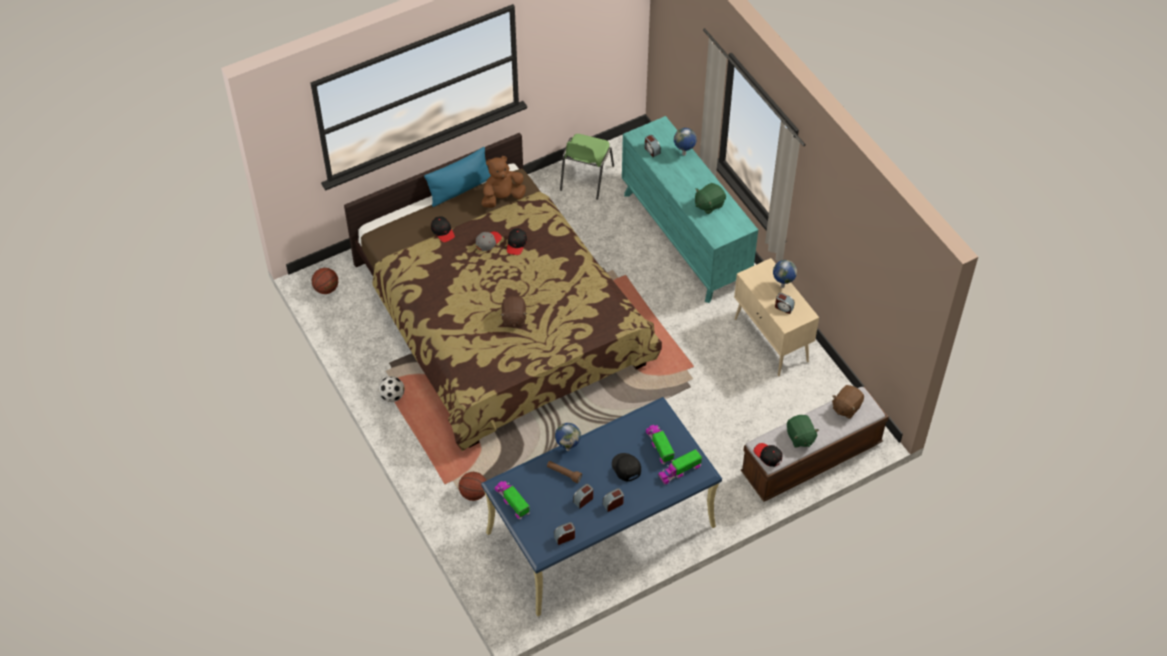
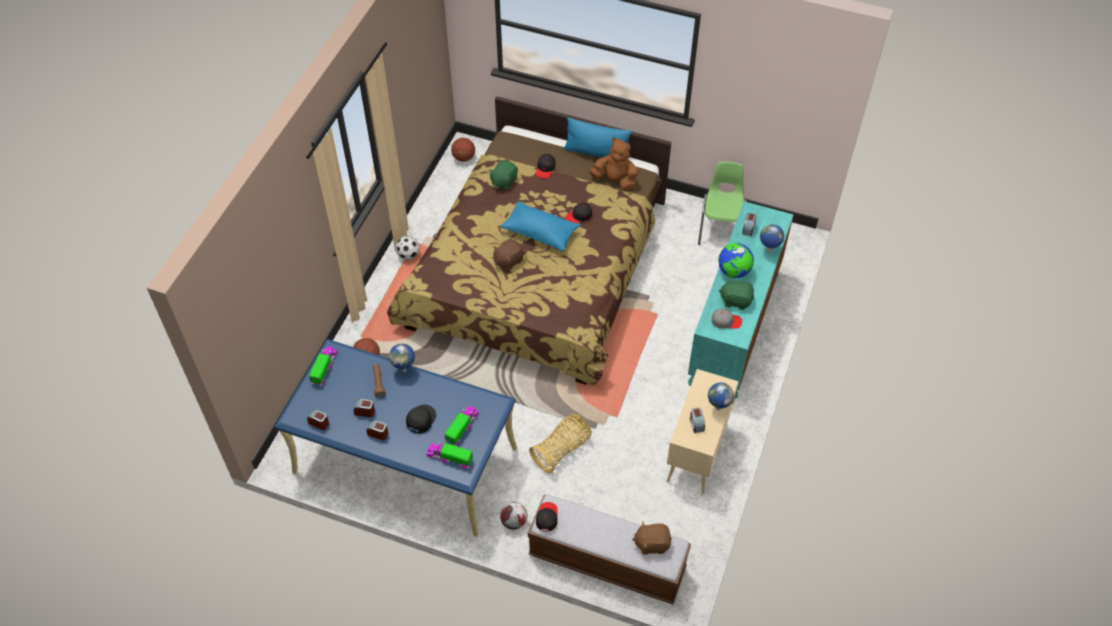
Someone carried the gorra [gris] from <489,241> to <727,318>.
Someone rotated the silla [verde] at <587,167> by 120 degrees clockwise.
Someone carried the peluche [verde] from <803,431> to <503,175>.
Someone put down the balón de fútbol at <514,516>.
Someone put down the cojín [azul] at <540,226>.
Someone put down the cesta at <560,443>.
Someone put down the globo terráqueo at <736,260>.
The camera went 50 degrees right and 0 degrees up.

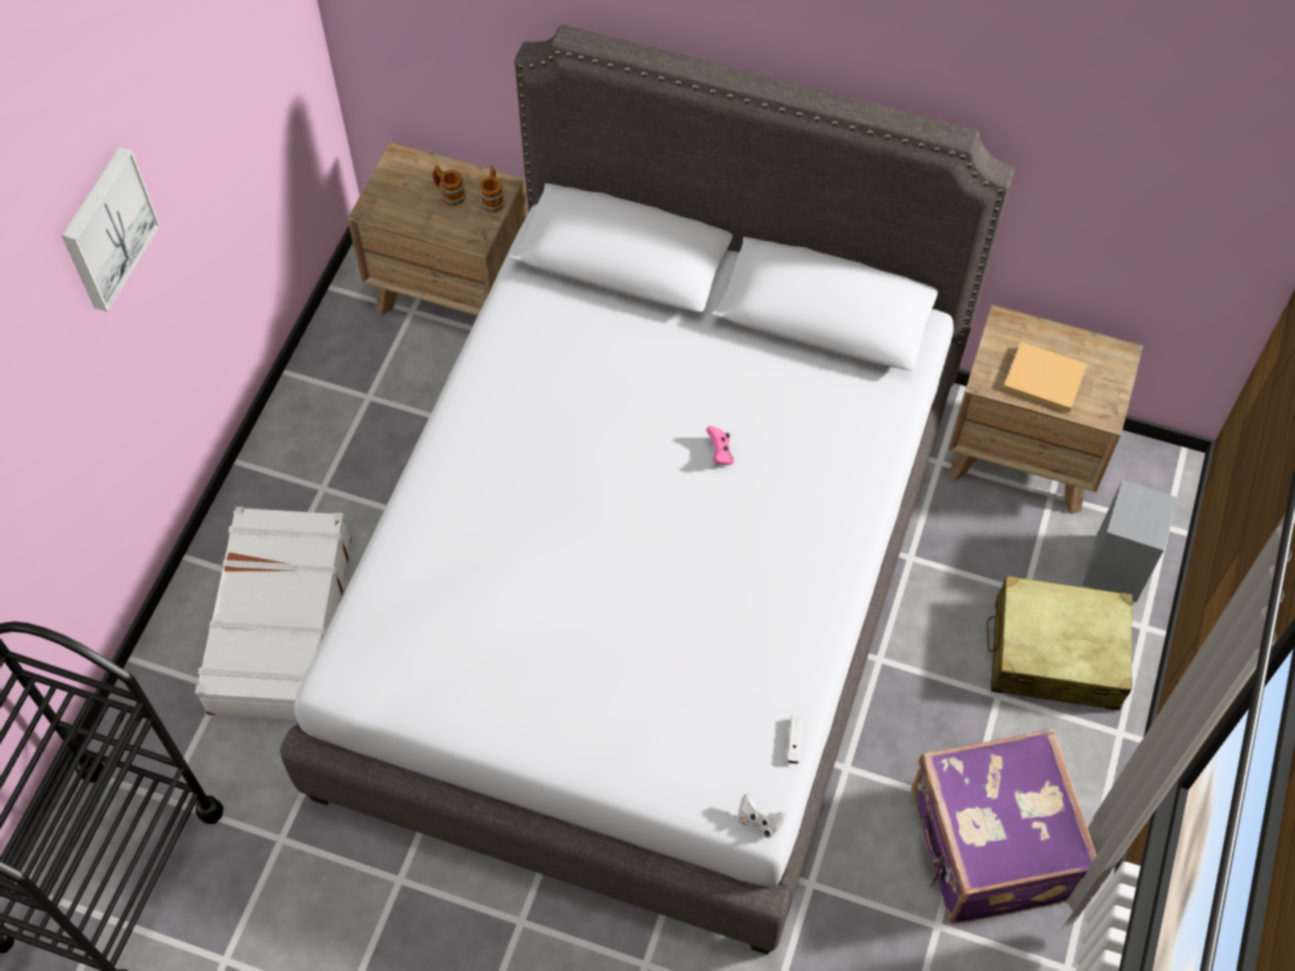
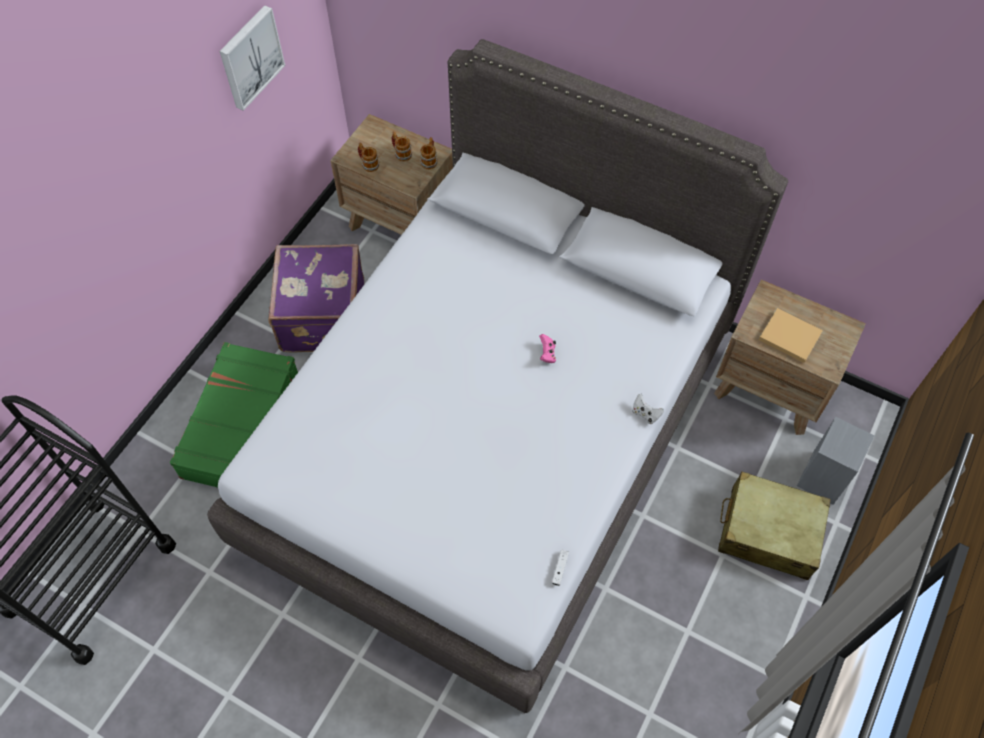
Someone carried the cuadro from <111,229> to <252,58>.
Someone repainted the maleta [blanco] at <273,613>, which became the maleta [verde] at <234,414>.
Someone carried the mando de consola [blanco] from <762,815> to <648,409>.
Someone carried the maleta [morado] from <1004,826> to <316,298>.
Someone put down the taza grande at <368,157>.
The camera went 10 degrees right and 0 degrees up.

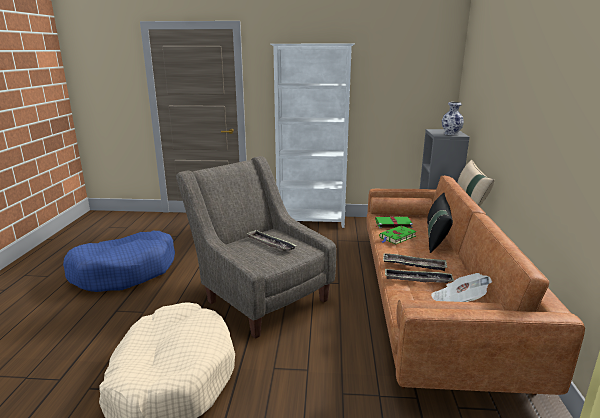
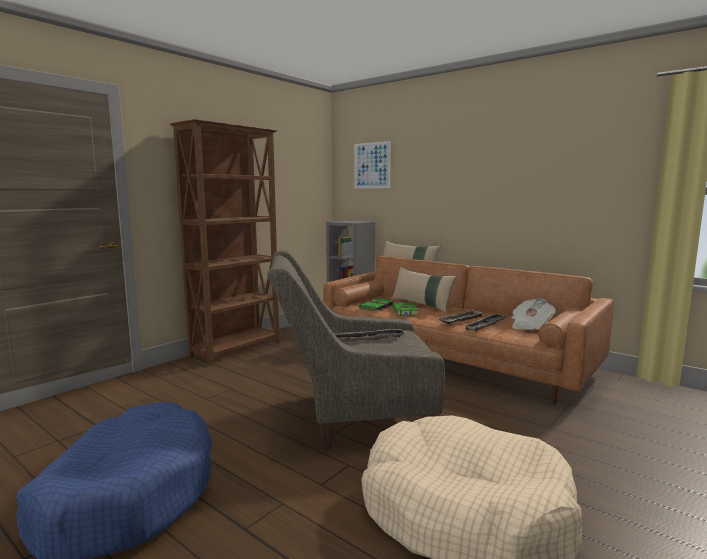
Someone repainted the estantería [blanco] at <312,136>, which became the estantería [marrón] at <225,242>.
Someone repainted the cojín [negro] at <440,223>, which became the cojín [beis] at <424,289>.
Someone took away the florero at <453,118>.
Someone put up the cuadro at <372,164>.
The camera went 55 degrees left and 10 degrees down.

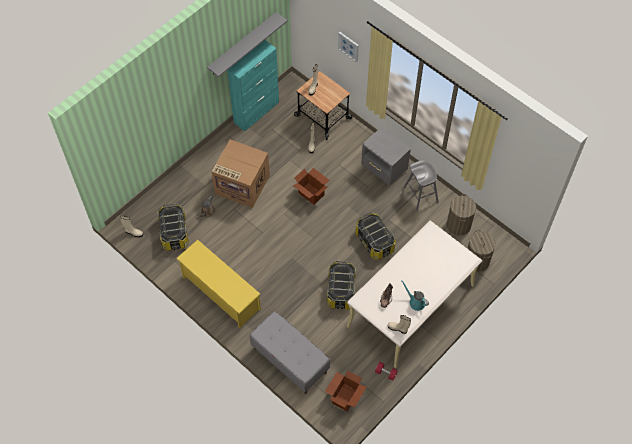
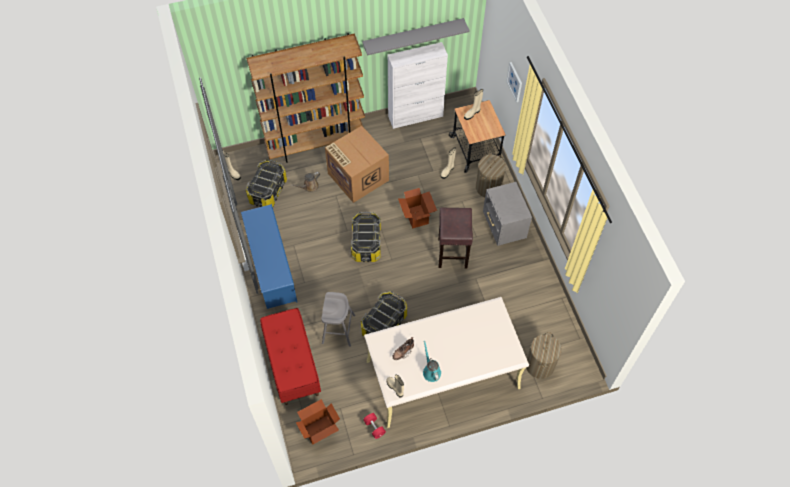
Someone repainted the zapatero [amarillo] at <218,284>, which became the zapatero [azul] at <269,256>.
Someone repainted the armario [turquesa] at <253,85>, which became the armario [blanco] at <418,85>.
Someone repainted the banco [gris] at <290,352>, which became the banco [rojo] at <290,356>.
Someone carried the caja de almacenaje from <375,236> to <366,237>.
Someone carried the taburete [gris] from <420,185> to <338,319>.
Someone carried the cesto de la ropa from <461,215> to <491,176>.
Someone put down the estantería [marrón] at <305,98>.
Someone put down the taburete [marrón] at <455,238>.
The camera went 30 degrees right and 0 degrees up.

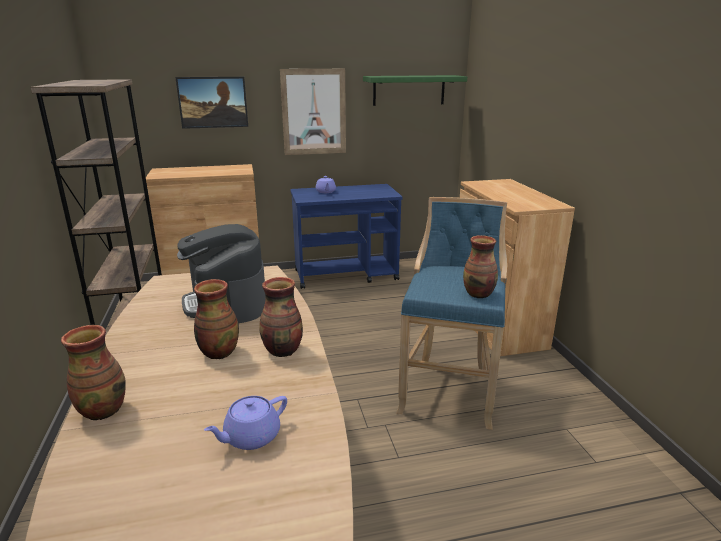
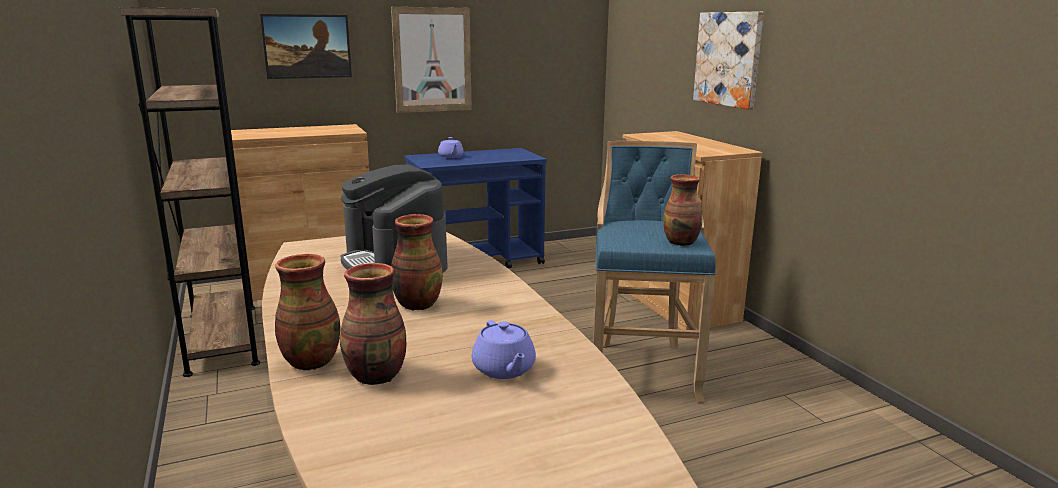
Someone rotated the tetera [morado] at <245,423> by 60 degrees counterclockwise.
Someone carried the florero from <281,317> to <373,324>.
Someone took away the estante [verde] at <415,90>.
Someone put up the cuadro at <728,61>.
The camera went 10 degrees left and 5 degrees down.

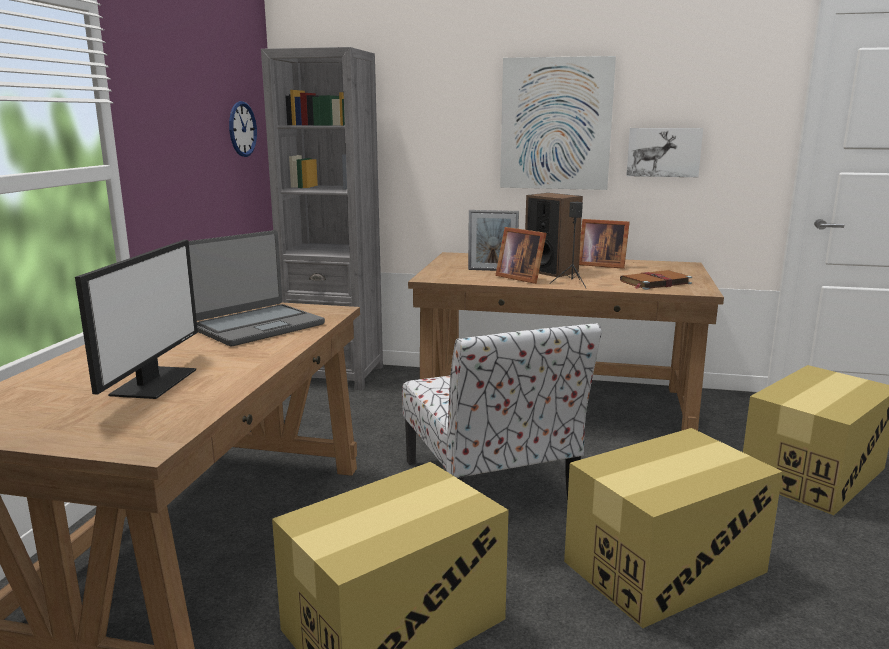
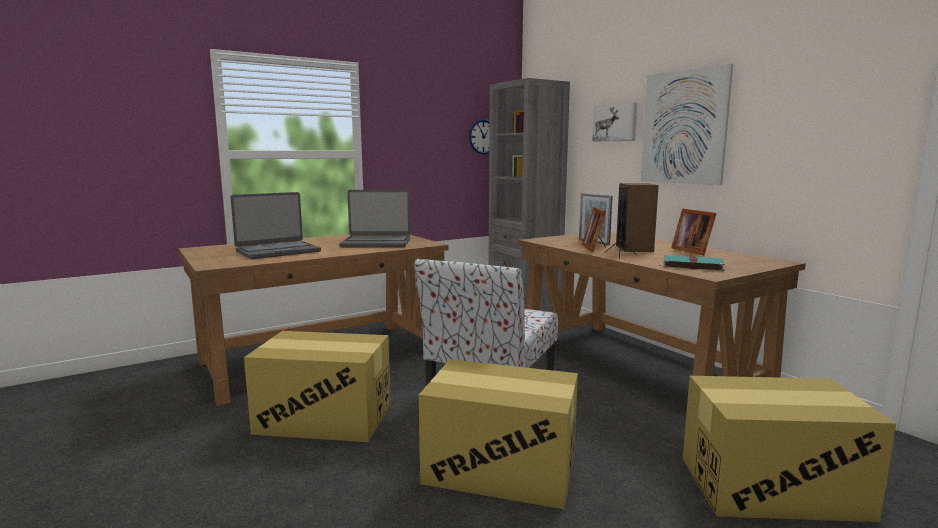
Someone swapped the monitor at <136,319> for the portátil at <275,225>.
Someone repainted the libro [marrón] at <656,280>, which became the libro [turquesa] at <691,263>.
Someone carried the cuadro from <664,152> to <614,122>.
The camera went 45 degrees right and 5 degrees down.

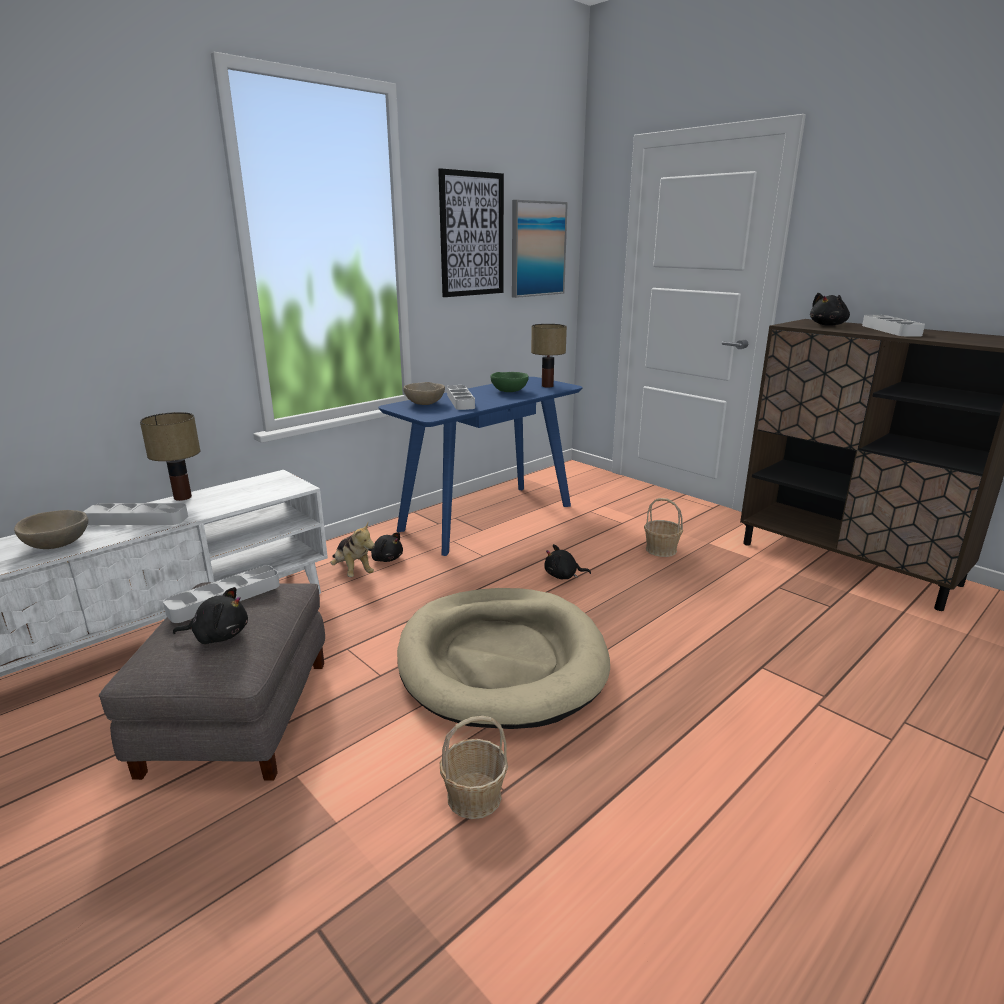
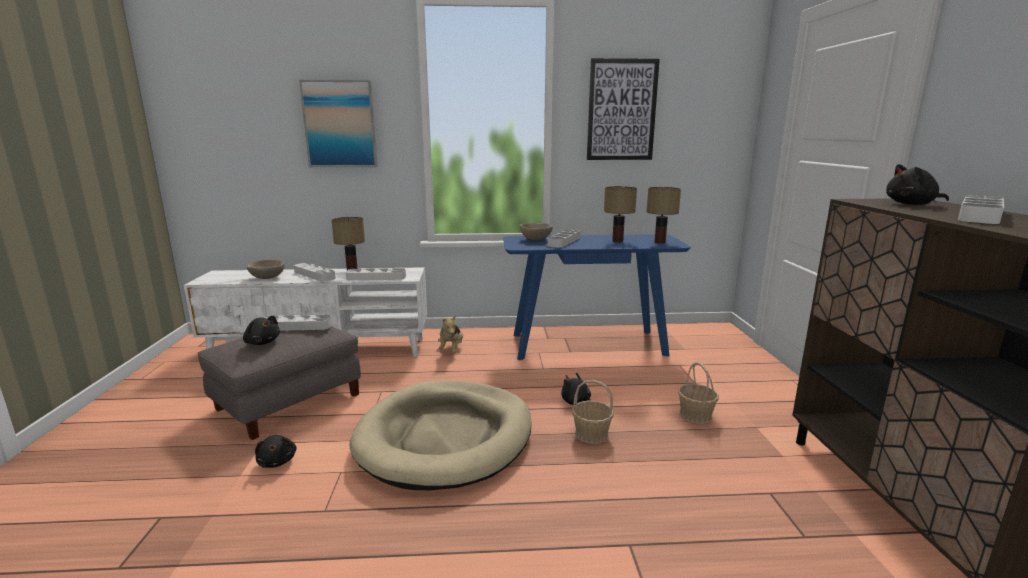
Someone carried the peluche [negro] from <385,547> to <275,451>.
Someone carried the cesta from <474,767> to <592,412>.
Someone swapped the cuenco [verde] at <509,382> for the lámpara de mesa at <620,214>.
Someone carried the cuadro from <540,249> to <338,123>.
Someone put down the bandeja [gris] at <376,274>.
The camera went 40 degrees right and 5 degrees down.

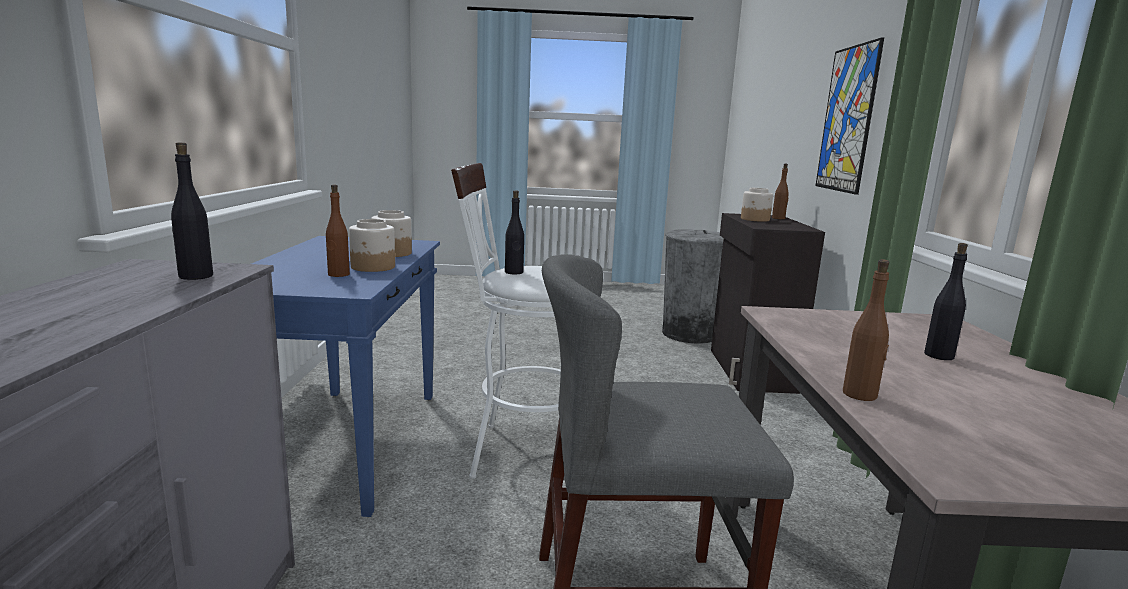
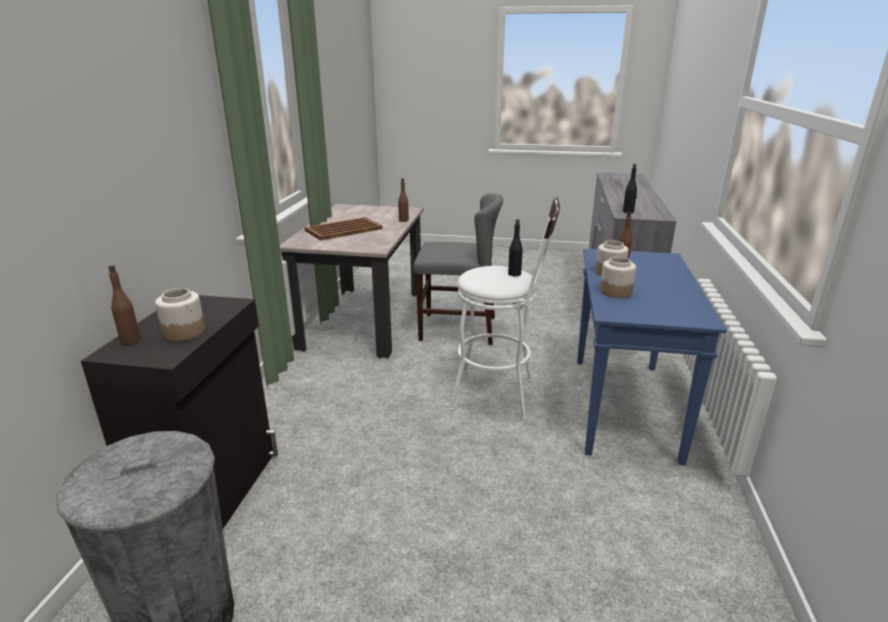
Someone took away the cuadro at <850,116>.
Someone swapped the botella [negro] at <946,301> for the bandeja [marrón] at <344,229>.
The camera went 170 degrees left and 10 degrees up.

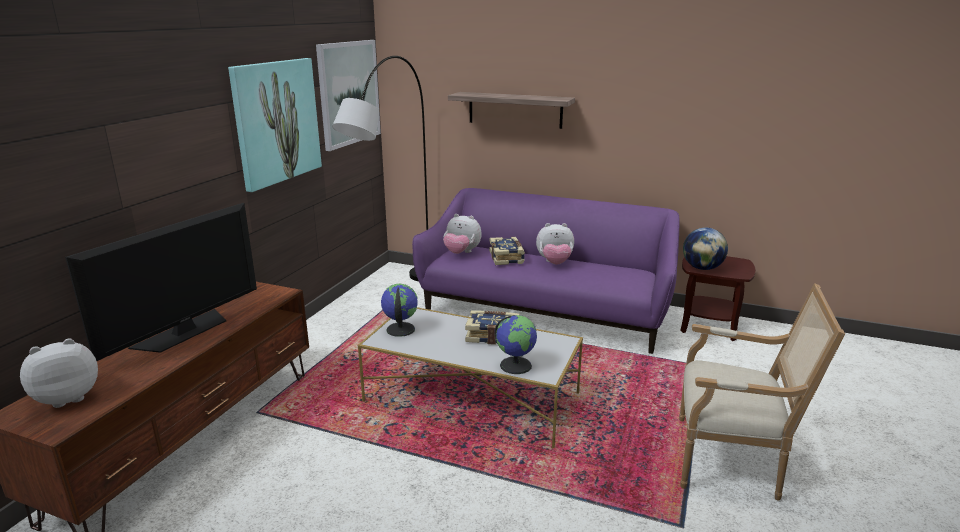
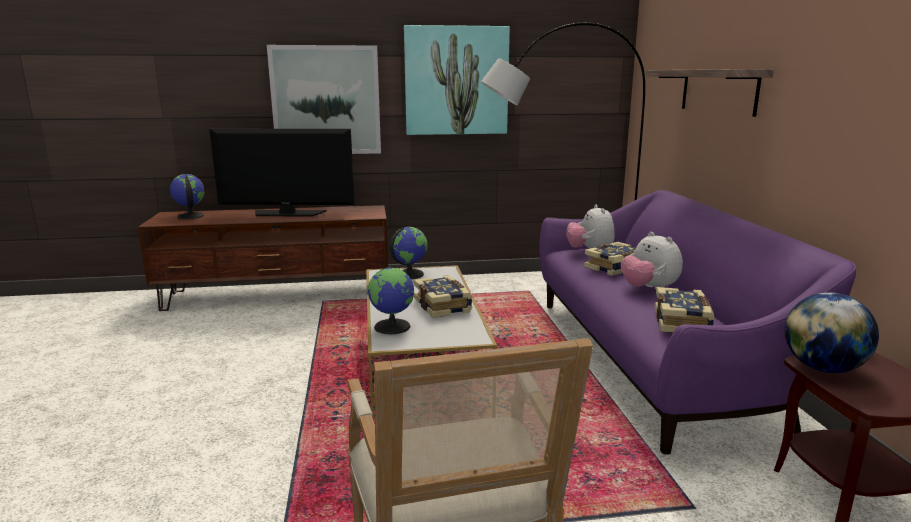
Someone swapped the peluche at <59,373> for the globo terráqueo at <186,196>.
Someone carried the cuadro from <348,95> to <324,99>.
Someone put down the libro at <684,310>.
The camera went 60 degrees right and 5 degrees down.

